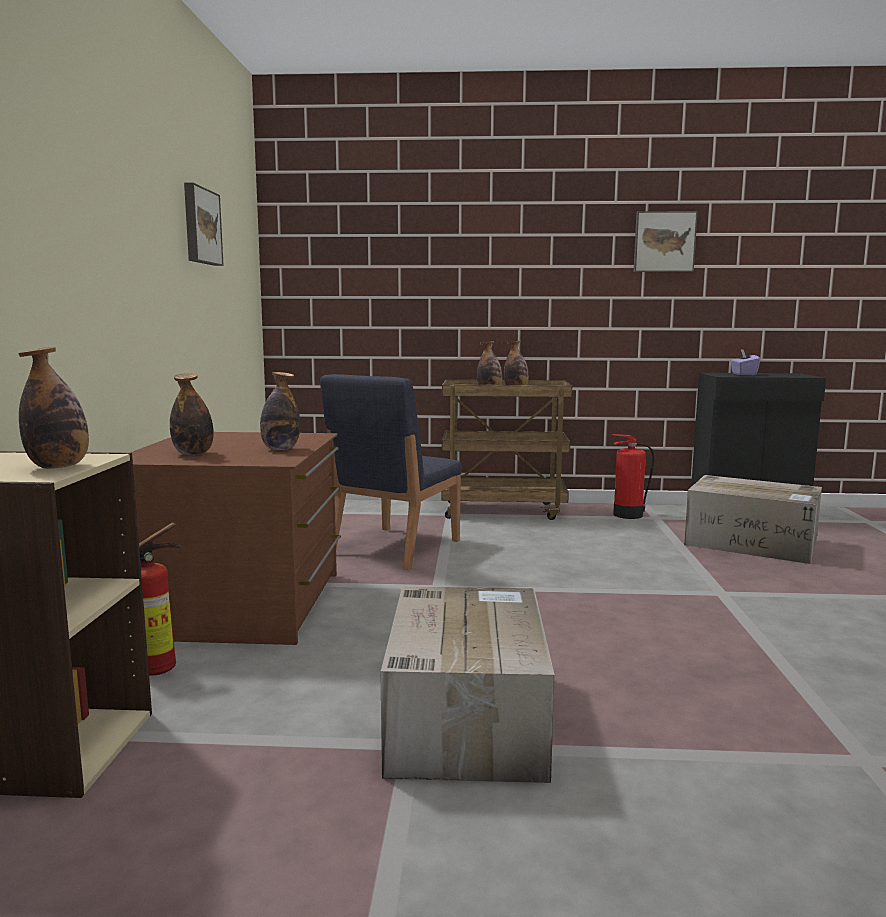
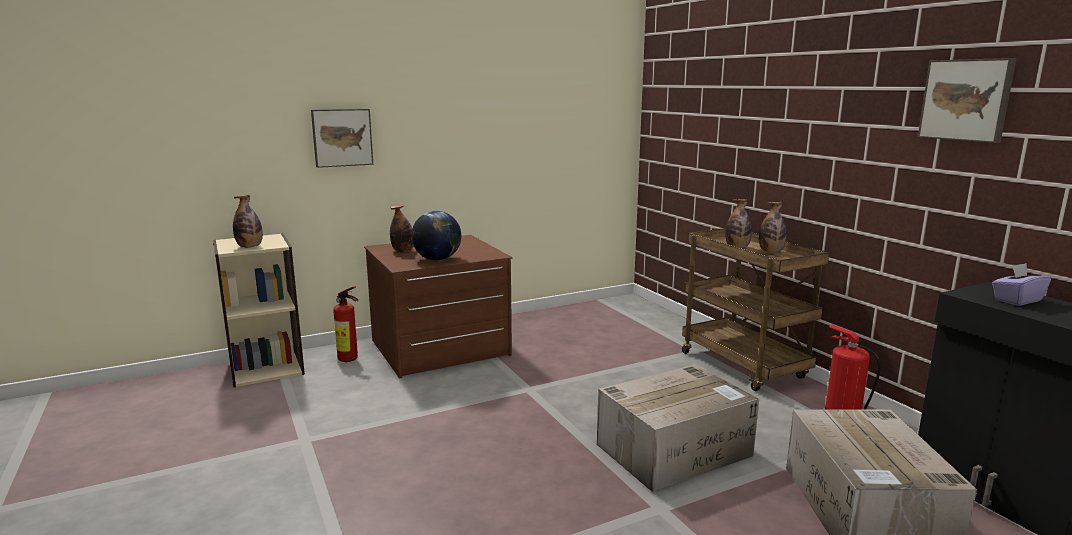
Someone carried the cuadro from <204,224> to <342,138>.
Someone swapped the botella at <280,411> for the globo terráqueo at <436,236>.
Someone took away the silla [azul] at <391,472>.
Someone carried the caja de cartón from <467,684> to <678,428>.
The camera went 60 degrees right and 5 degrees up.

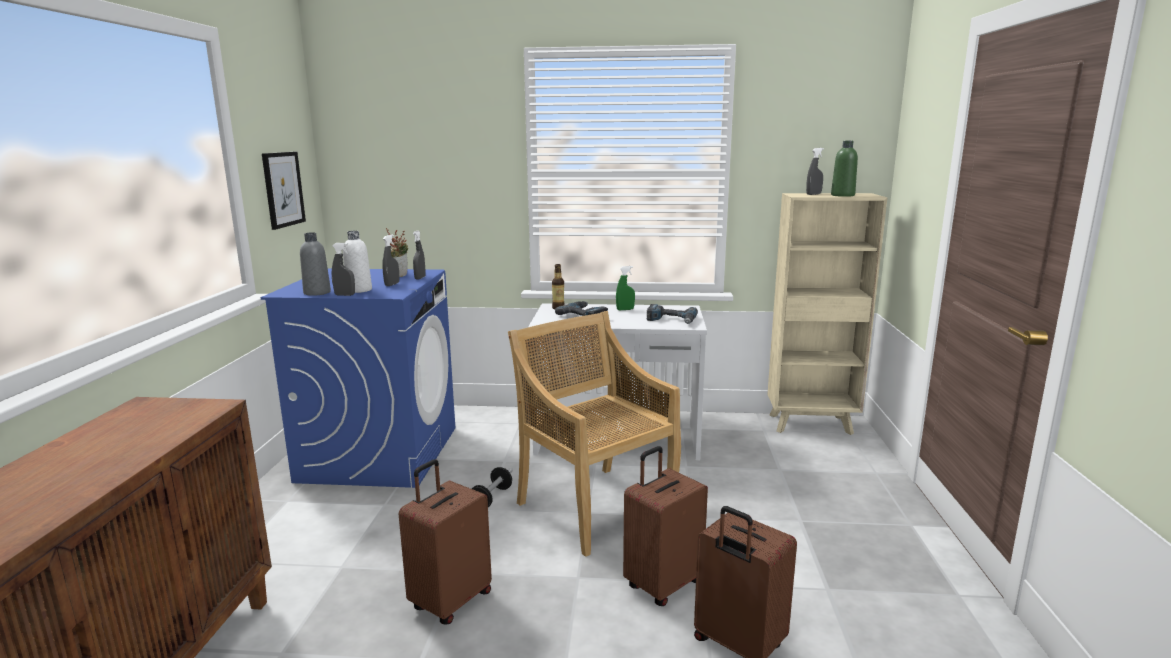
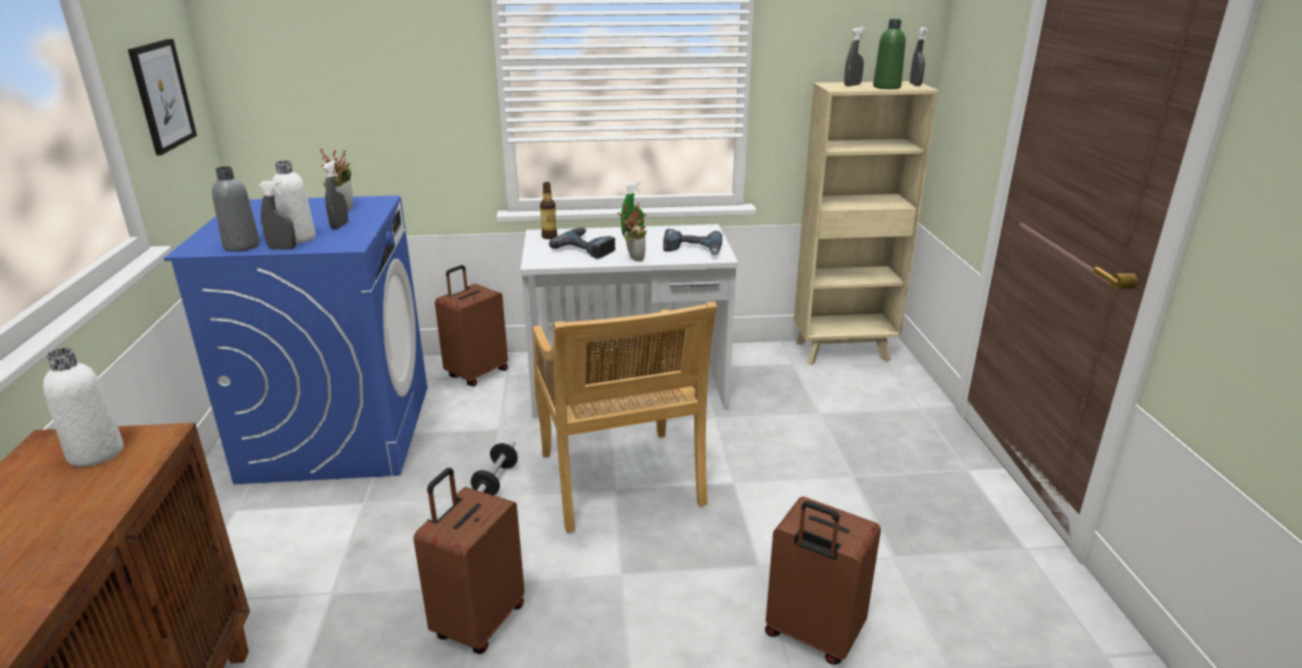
Someone carried the pulverizador [gris] from <419,255> to <919,56>.
Someone rotated the silla [beis] at <594,434> by 150 degrees counterclockwise.
Someone carried the maleta [marrón] from <665,526> to <471,325>.
Someone put down the botella [blanco] at <83,407>.
Someone put down the planta en maceta at <632,232>.
The camera went 10 degrees left and 10 degrees up.

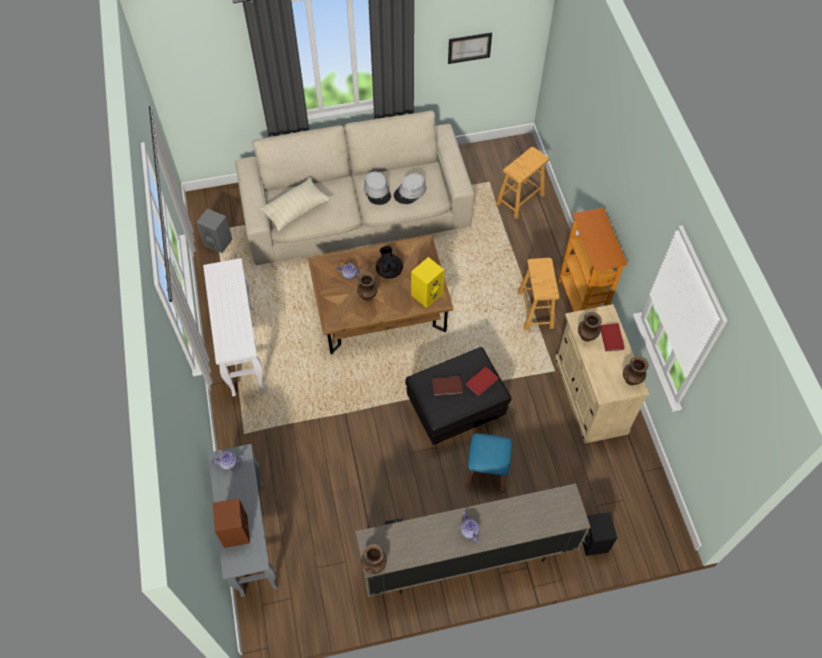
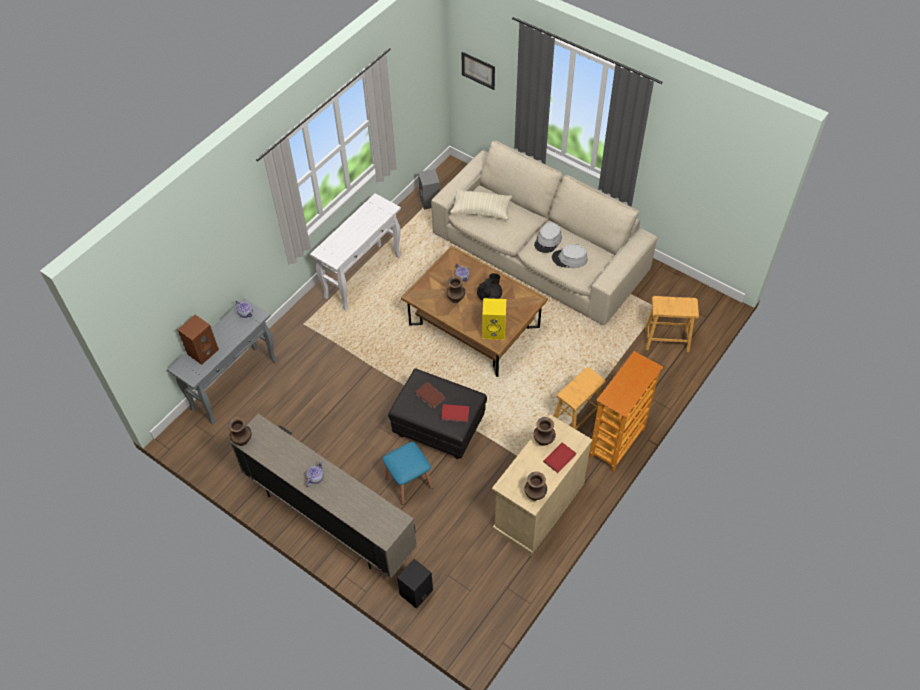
Someone carried the cuadro from <470,48> to <478,71>.
The camera went 50 degrees right and 5 degrees down.

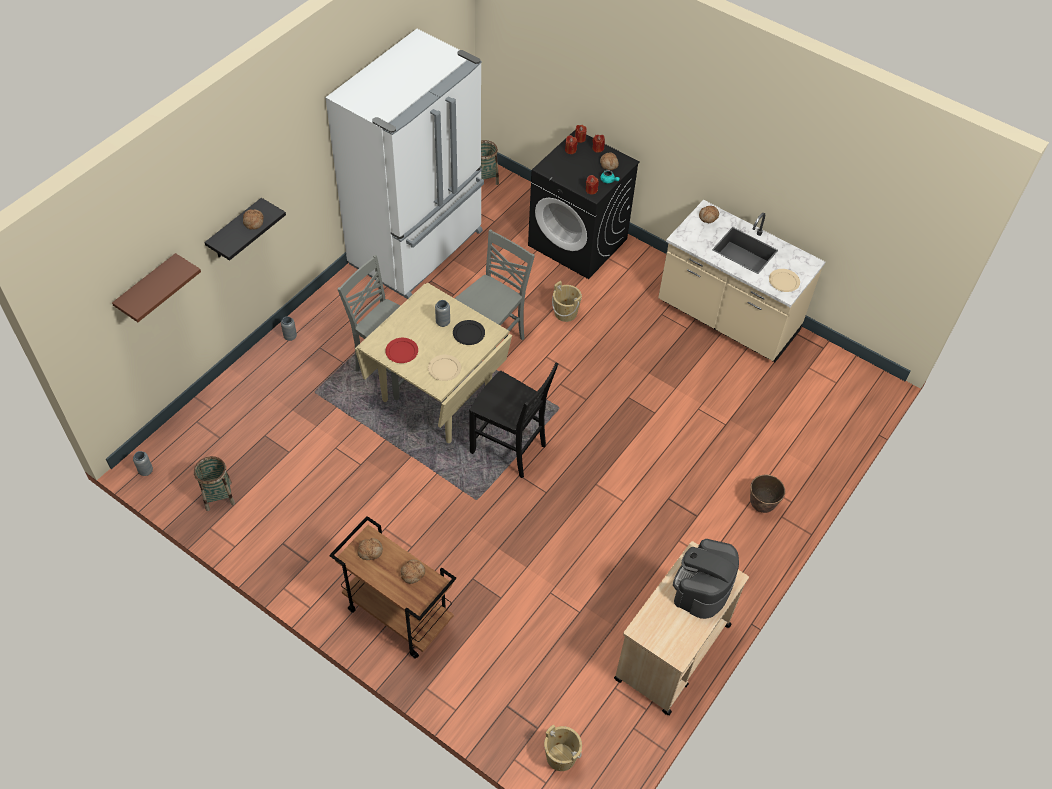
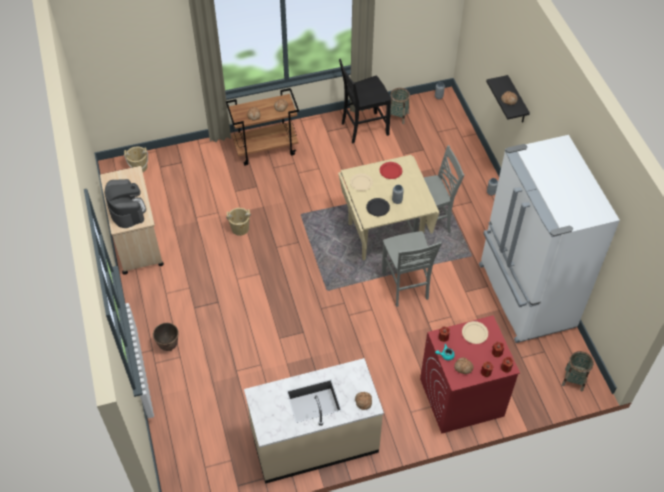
Someone took away the estante [marrón] at <156,287>.
Someone carried the silla [negro] from <513,420> to <365,101>.
Someone repainted the lavadora [negro] at <584,204>, which became the lavadora [rojo] at <470,374>.
Someone carried the cubo [beis] from <567,301> to <238,222>.
Someone carried the plato [beis] from <784,280> to <475,332>.
The camera went 130 degrees right and 0 degrees up.

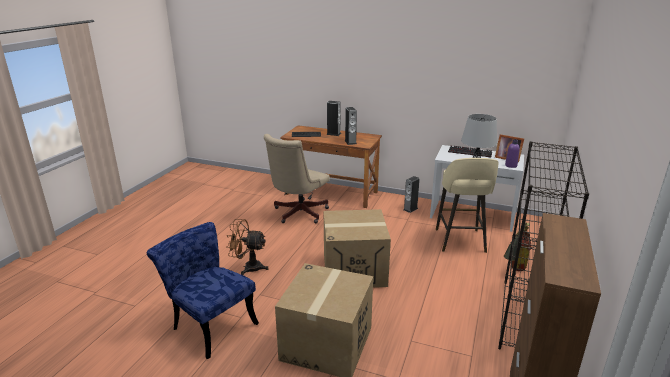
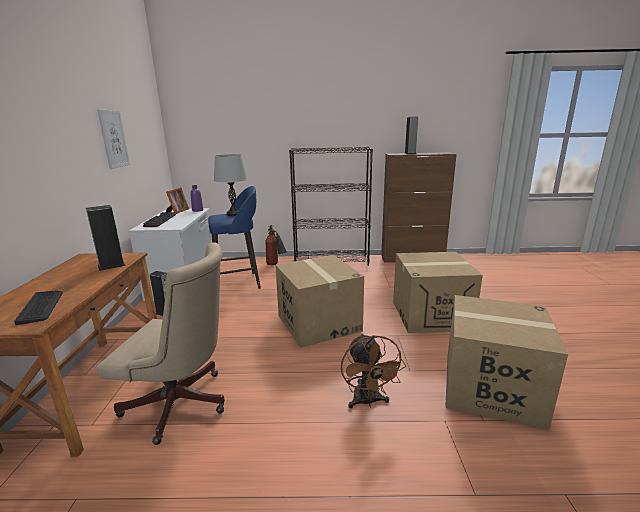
Someone swapped the silla [azul] at <203,290> for the caja de cartón at <506,362>.
Someone carried the altavoz from <333,118> to <411,135>.
Someone repainted the taburete [beis] at <467,205>, which became the taburete [azul] at <234,237>.
Someone put up the cuadro at <113,139>.
The camera went 110 degrees left and 5 degrees down.

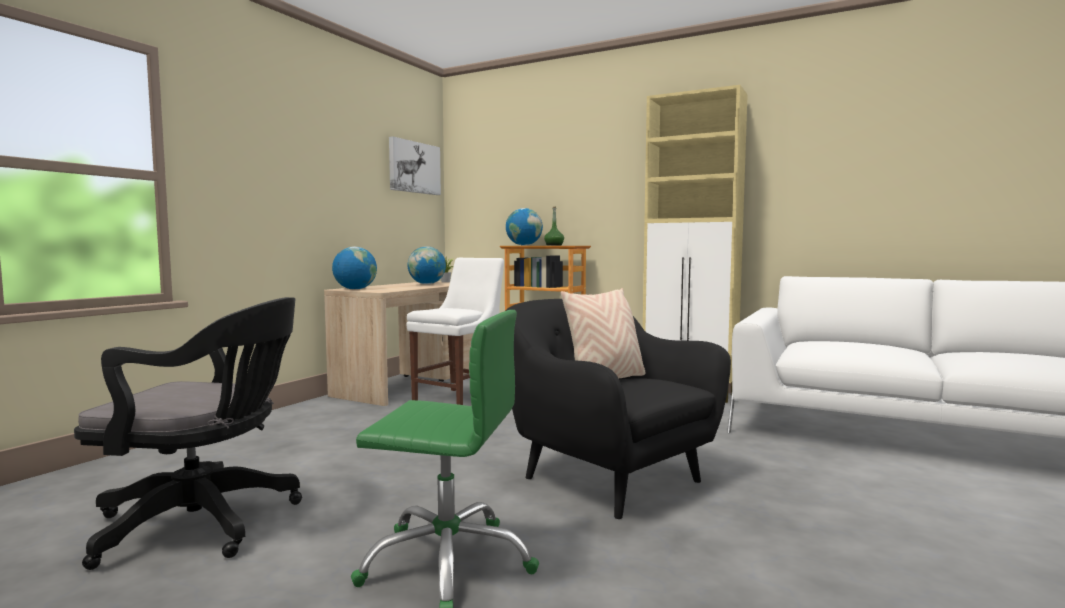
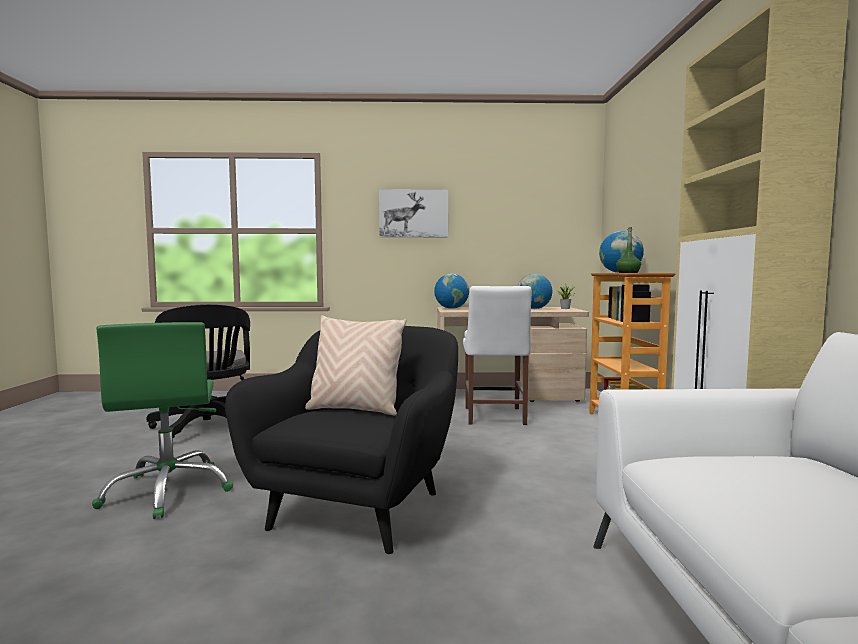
Someone carried the cuadro from <415,165> to <413,213>.
Someone rotated the silla [blanco] at <455,331> by 90 degrees clockwise.
The camera went 60 degrees right and 0 degrees up.

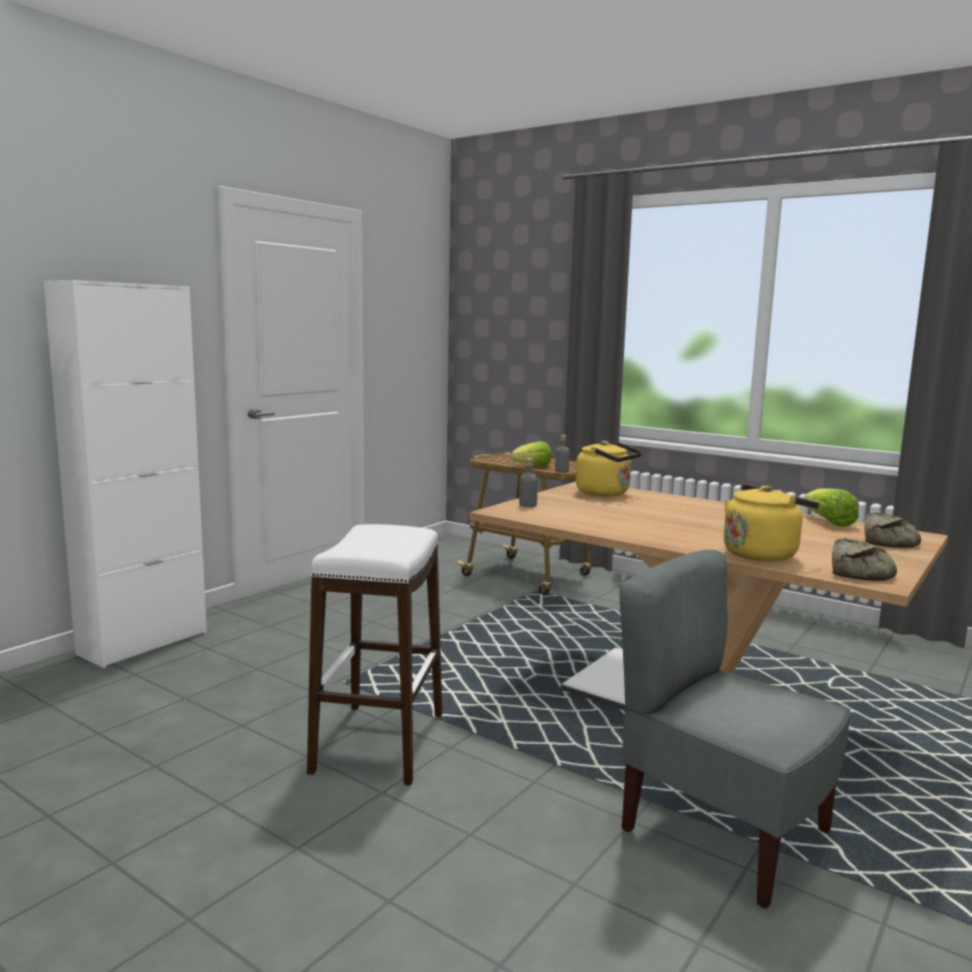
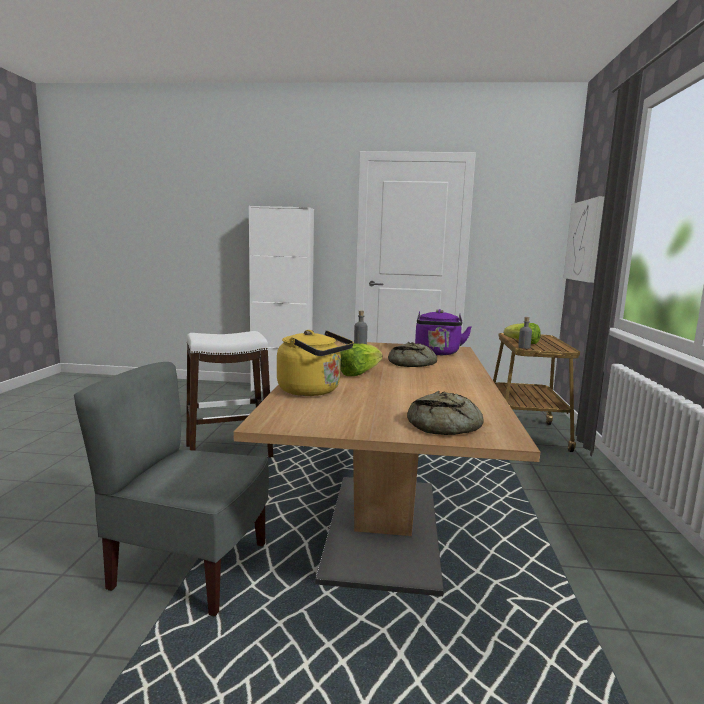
Someone repainted the hervidor [amarillo] at <609,468>, which became the hervidor [morado] at <443,332>.
Someone rotated the silla [gris] at <734,729> by 90 degrees counterclockwise.
Someone carried the lechuga from <831,507> to <361,359>.
Someone carried the pan from <864,559> to <412,354>.
Someone put up the cuadro at <584,239>.
The camera went 60 degrees right and 0 degrees up.

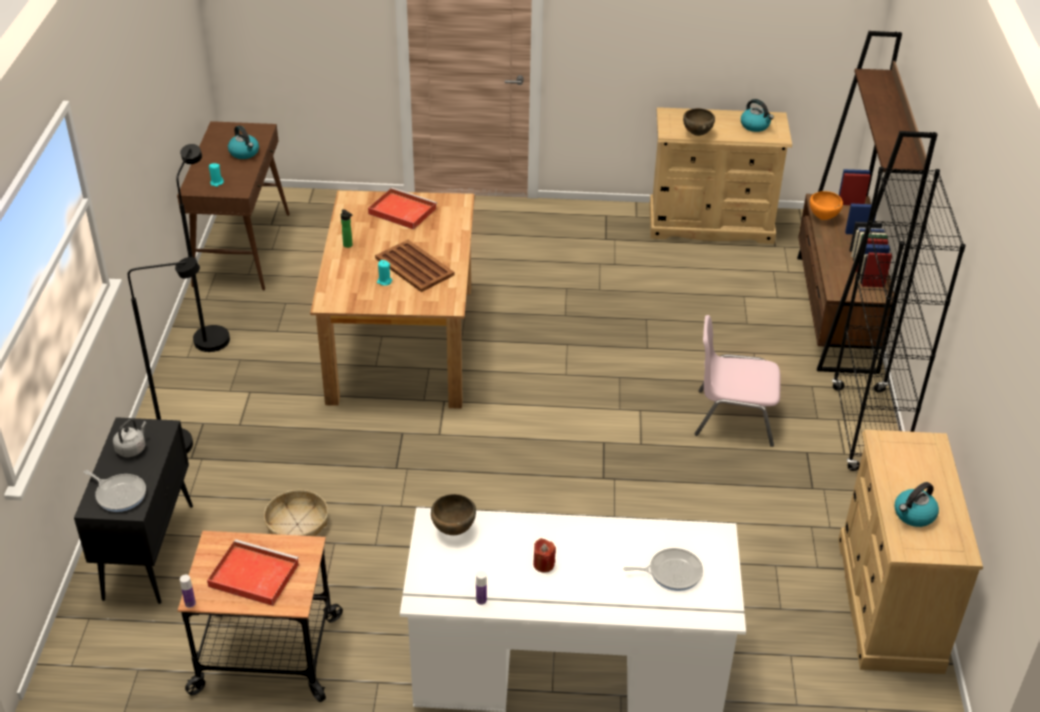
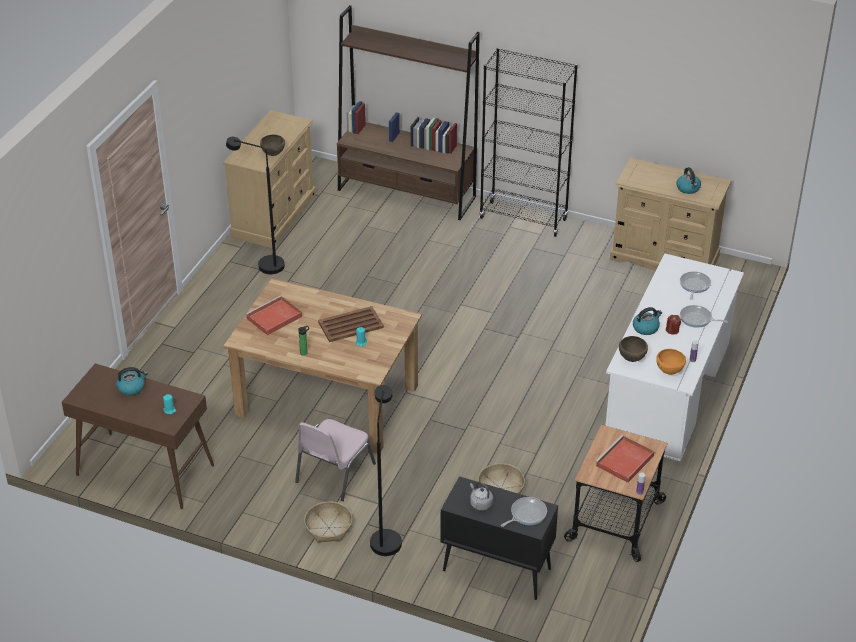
Someone carried the lámpara de pie [negro] from <203,248> to <255,205>.
Someone carried the silla [rosa] from <738,381> to <335,460>.
Someone carried the hervidor from <757,115> to <647,321>.
Someone carried the cuenco [naranja] from <826,205> to <671,362>.
Someone put down the cesta at <328,522>.
Someone put down the sartén at <704,316>.
The camera went 70 degrees left and 0 degrees up.

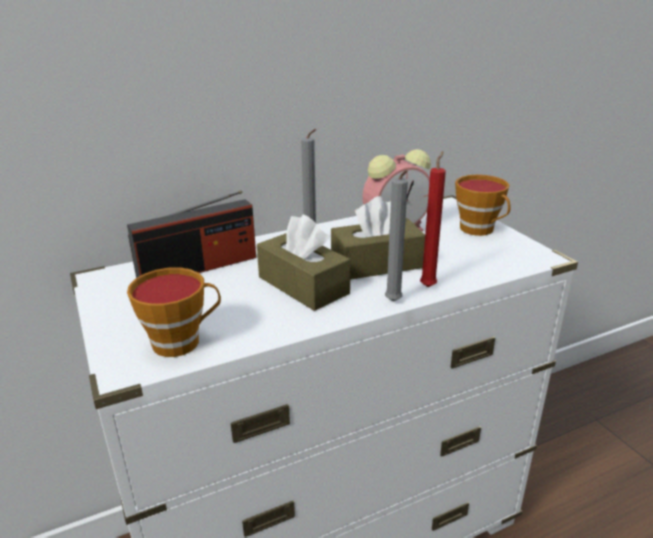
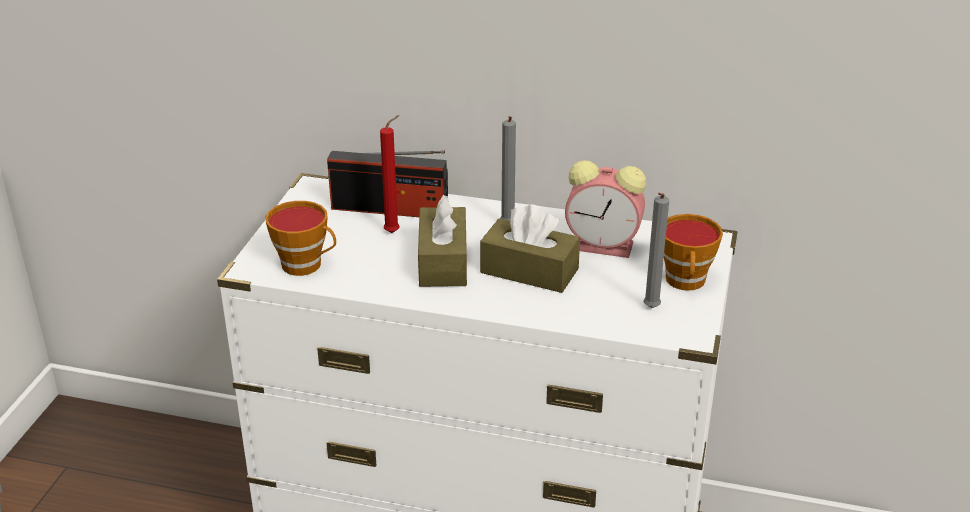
Someone carried the vela [gris] from <396,235> to <656,250>.
Someone carried the vela [rojo] from <433,219> to <390,174>.
The camera went 40 degrees right and 5 degrees up.

